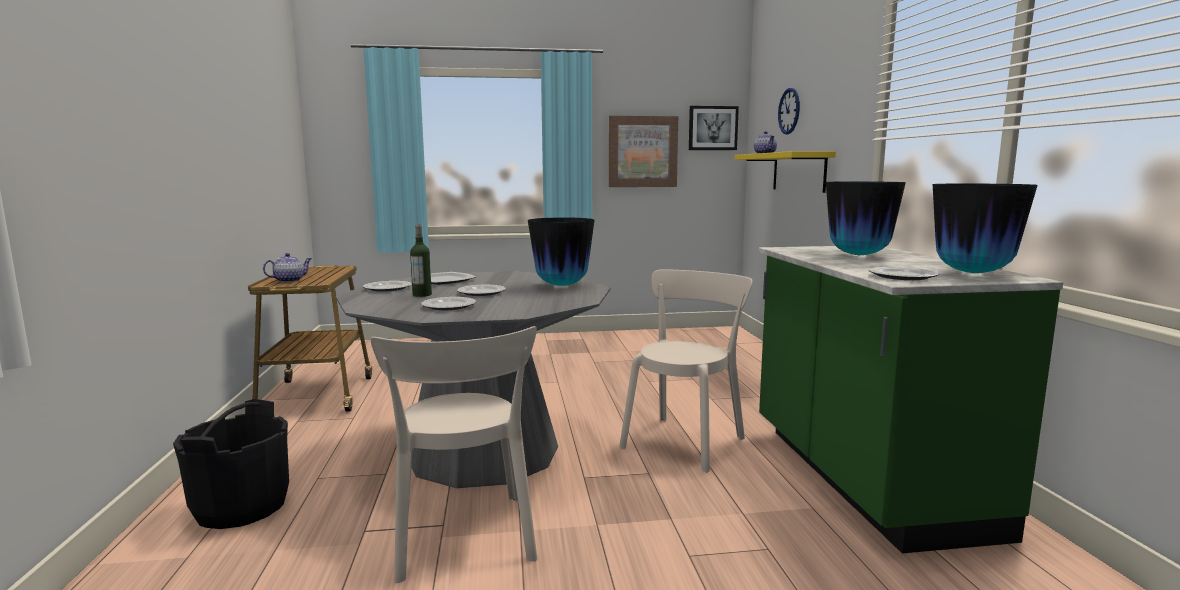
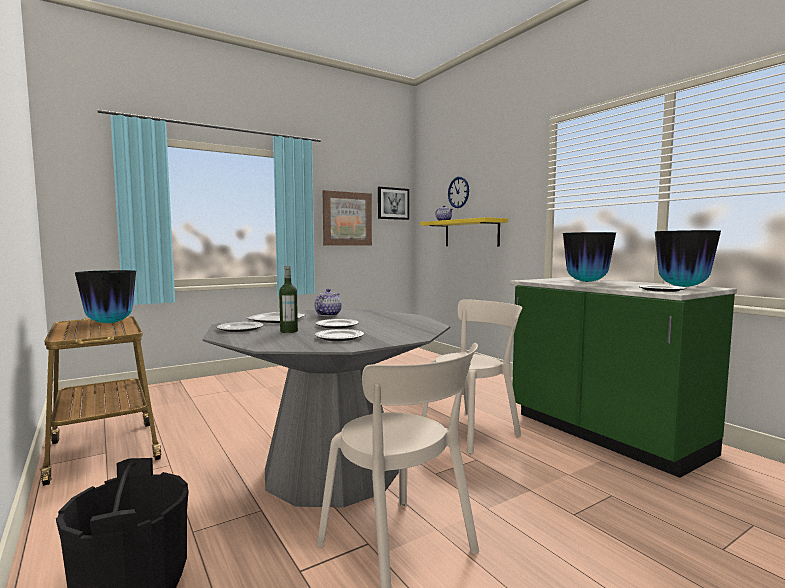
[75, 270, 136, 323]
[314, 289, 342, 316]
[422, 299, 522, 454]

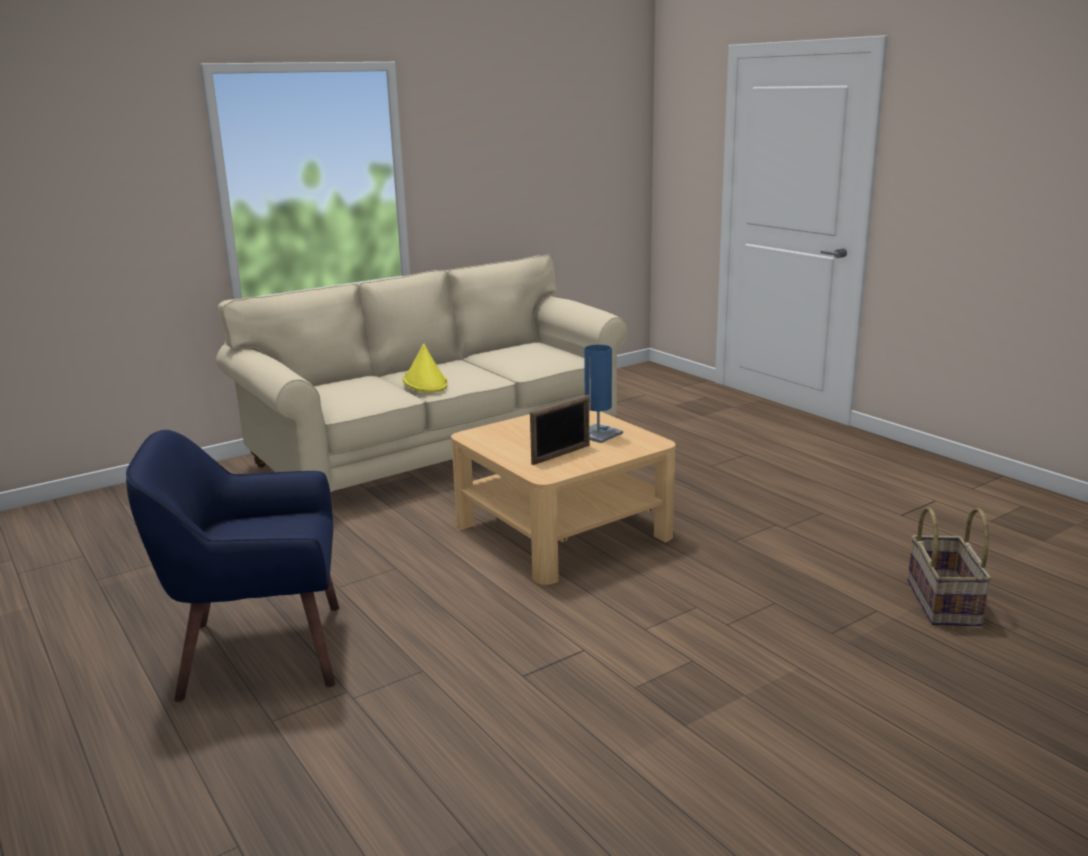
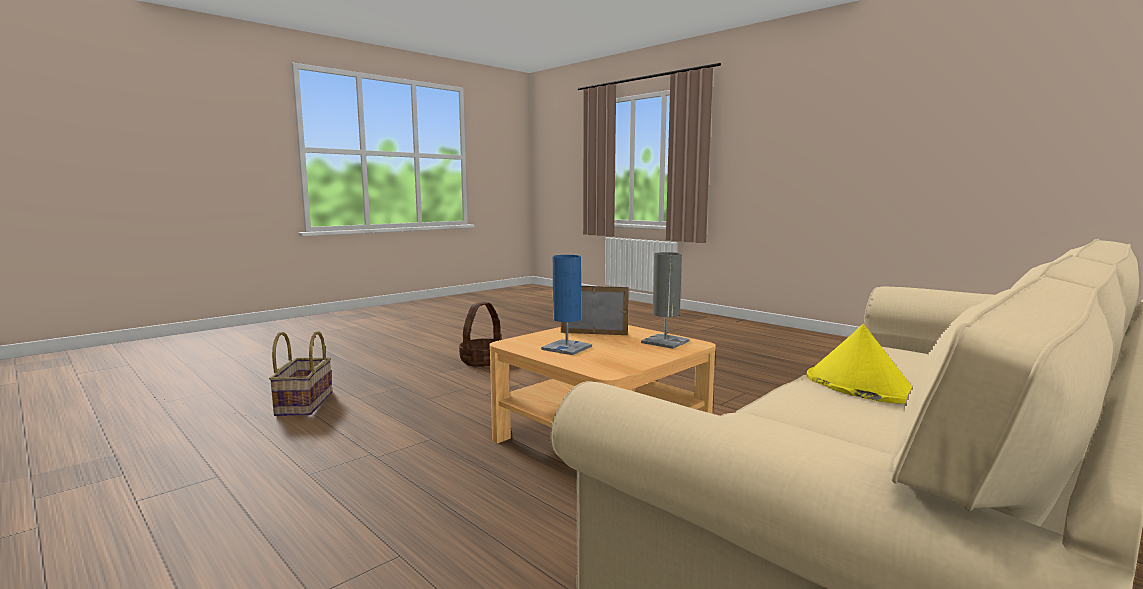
[459, 302, 501, 367]
[561, 286, 629, 335]
[641, 252, 690, 349]
[126, 430, 339, 702] (first image)

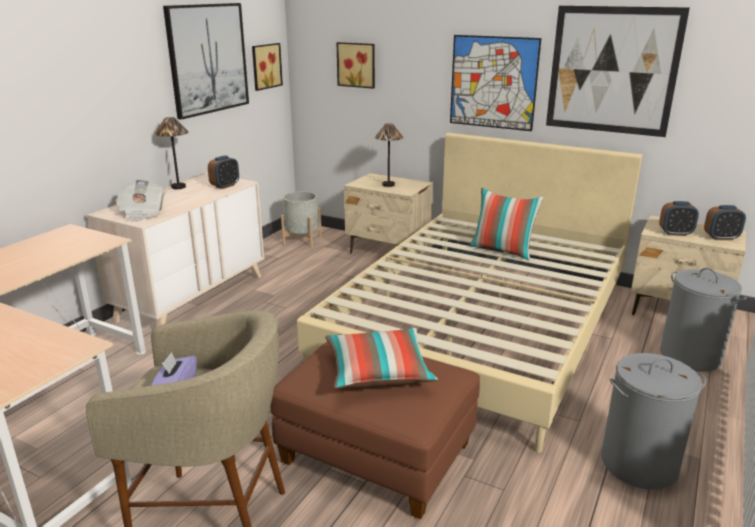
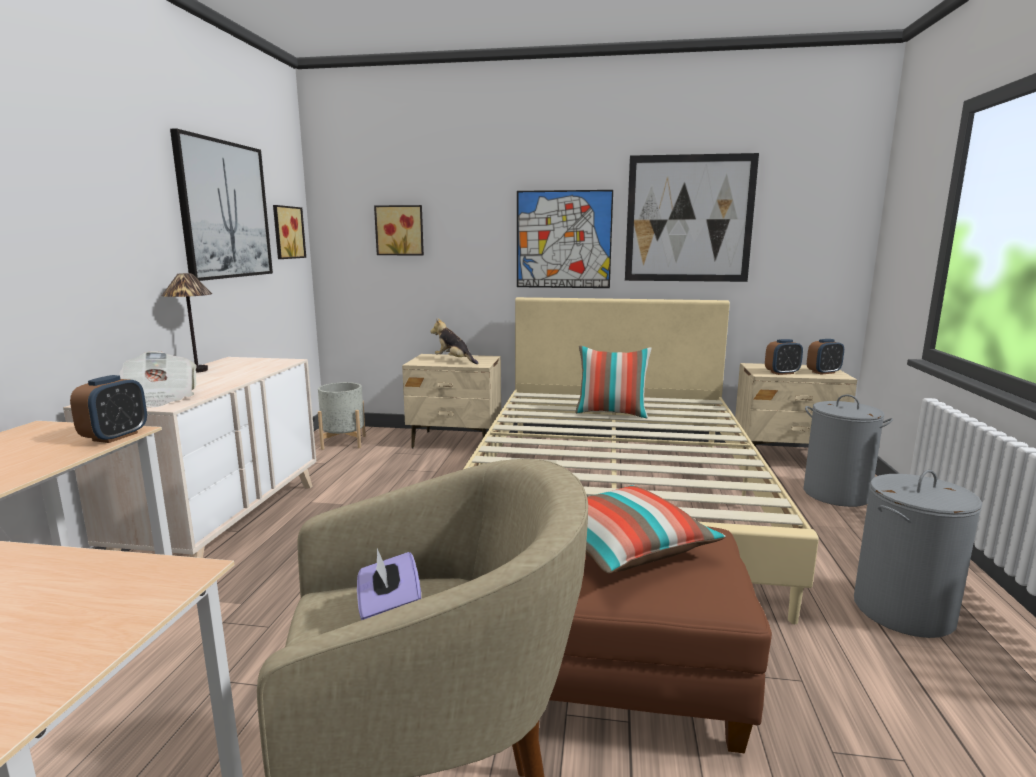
[70, 375, 147, 443]
[431, 319, 479, 364]

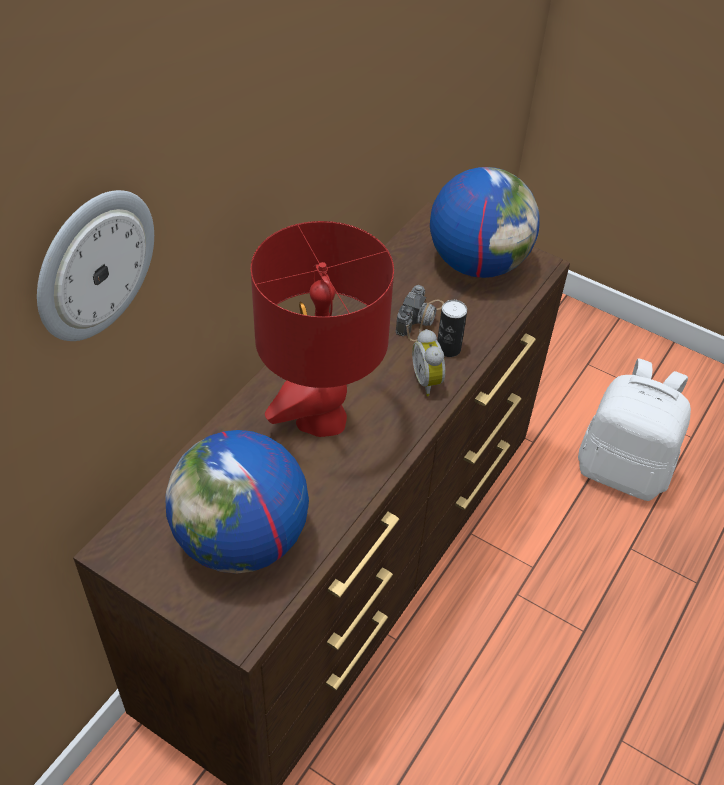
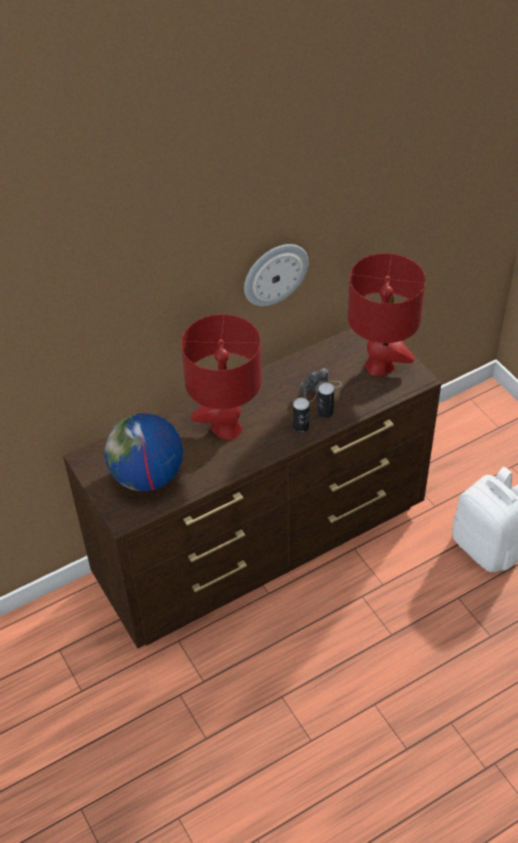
[244, 244, 308, 306]
[293, 397, 309, 433]
[348, 253, 426, 376]

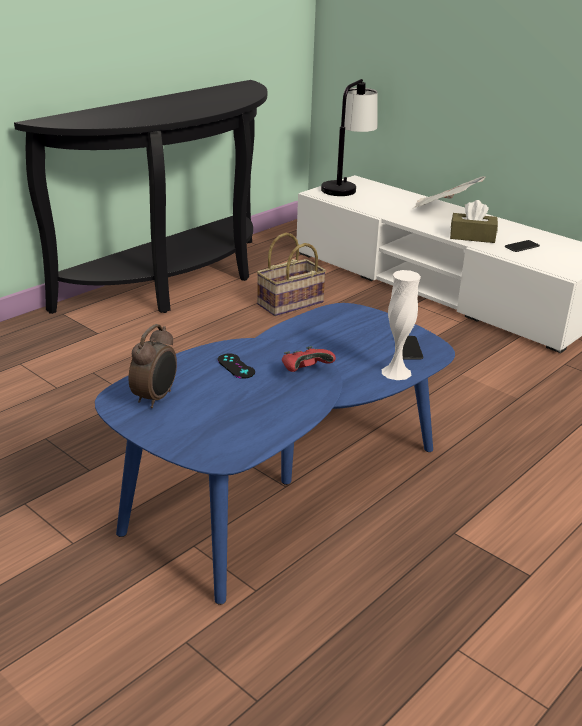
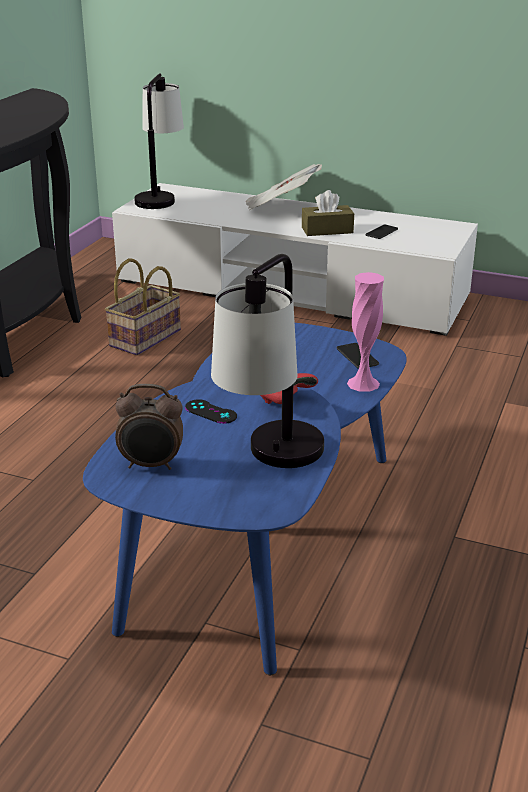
[115, 384, 183, 470]
[211, 254, 324, 468]
[347, 272, 384, 392]

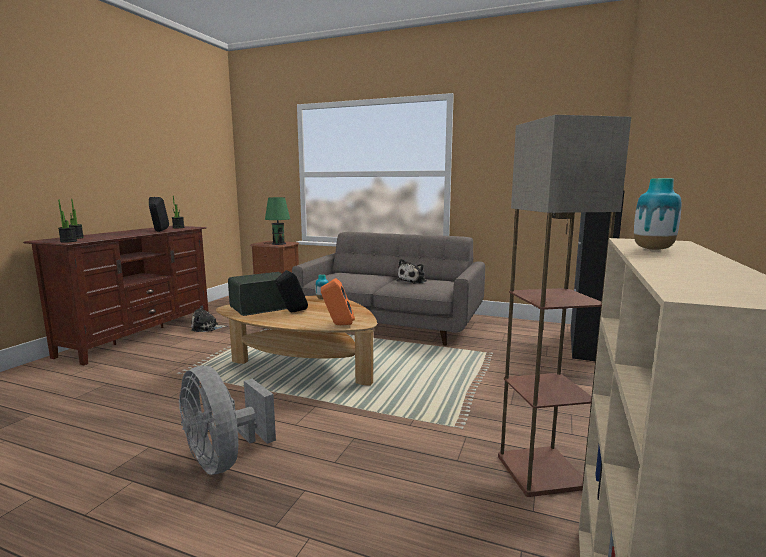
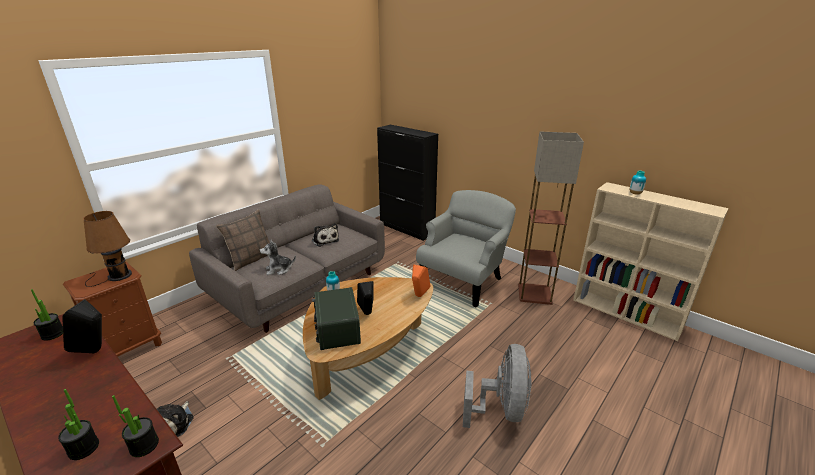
[83, 211, 132, 287]
[216, 210, 270, 271]
[260, 240, 296, 275]
[416, 190, 516, 308]
[463, 344, 532, 428]

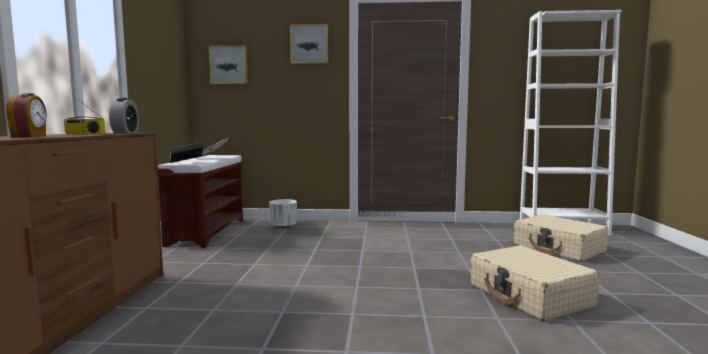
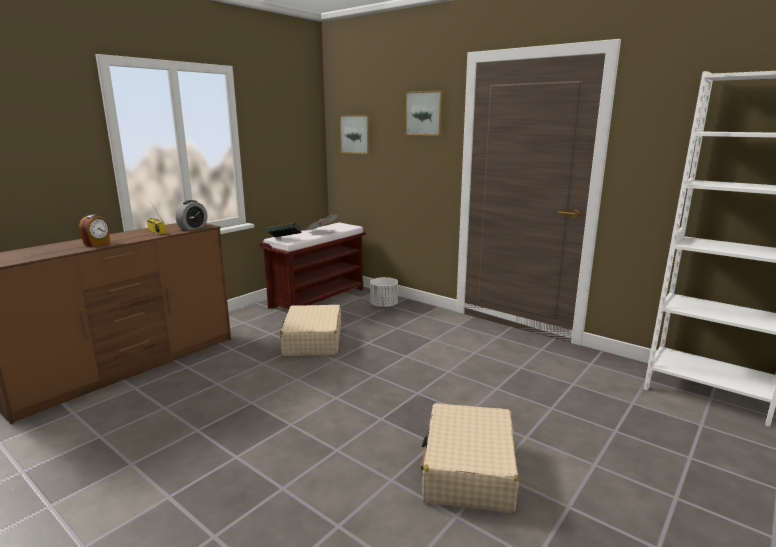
[280, 305, 341, 356]

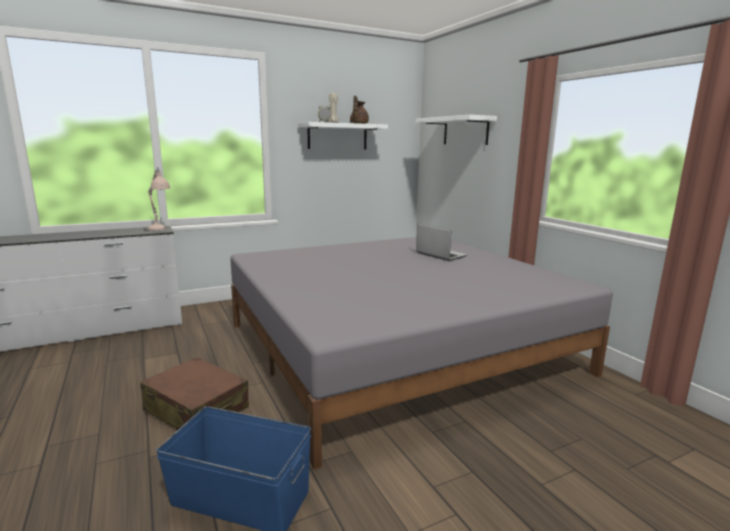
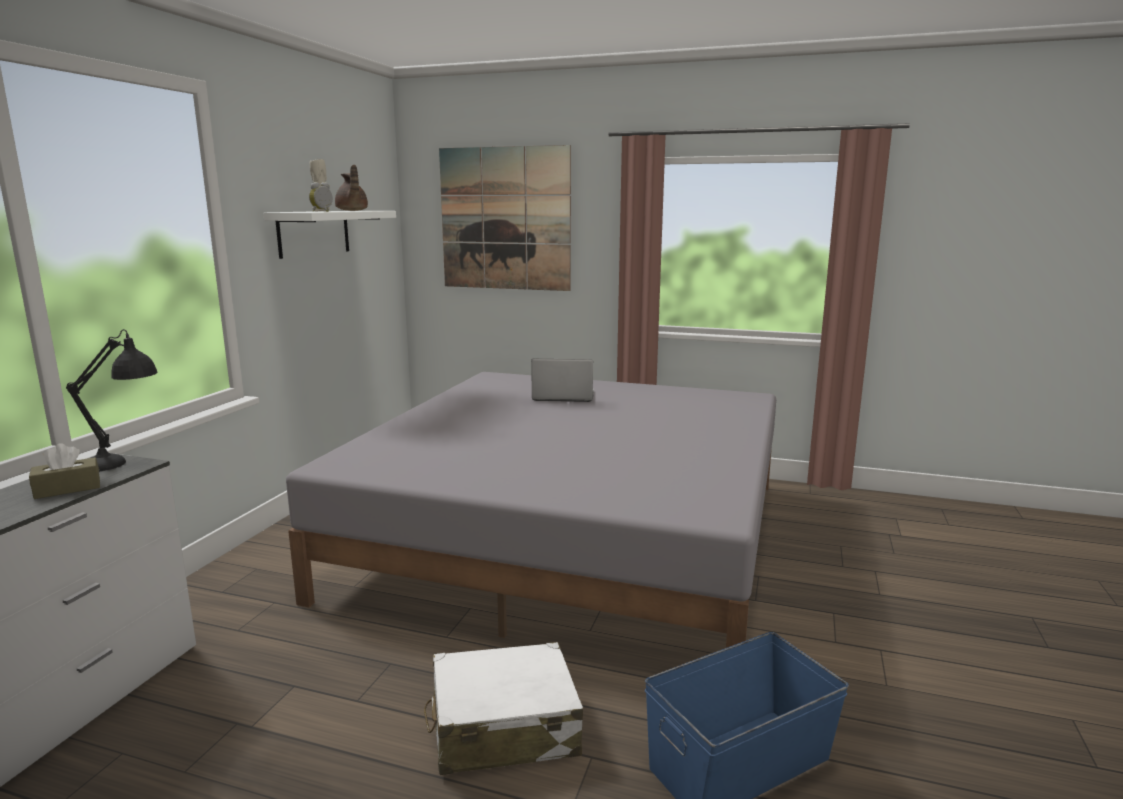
[29, 443, 100, 499]
[66, 329, 157, 472]
[424, 642, 583, 775]
[439, 145, 571, 291]

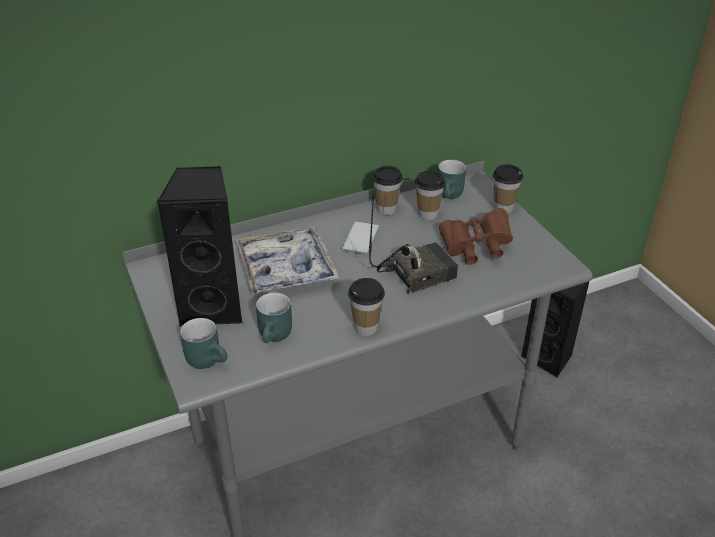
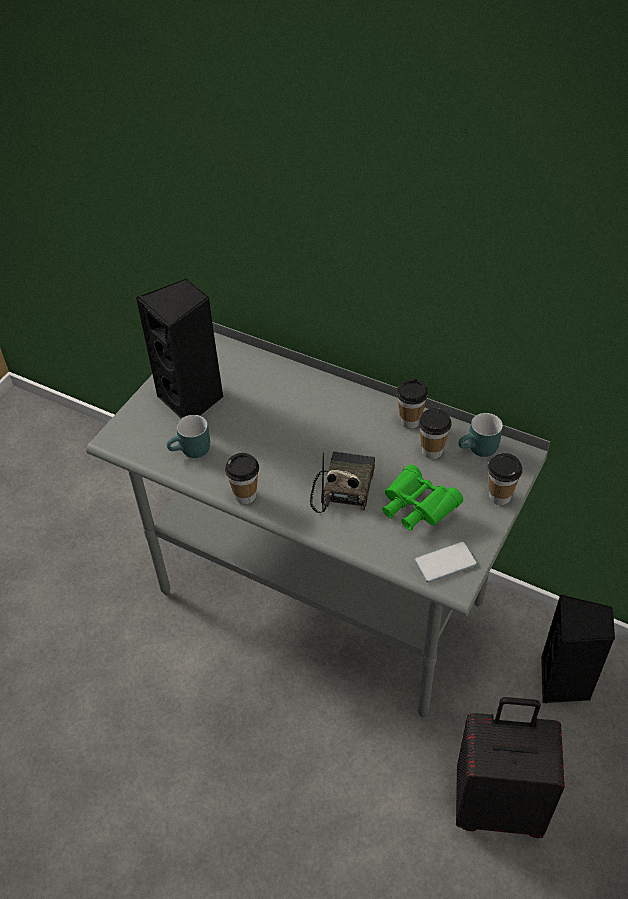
[310, 451, 375, 513]
[382, 464, 463, 531]
[414, 541, 477, 583]
[456, 697, 565, 838]
[180, 318, 227, 369] (first image)
[236, 227, 339, 295] (first image)

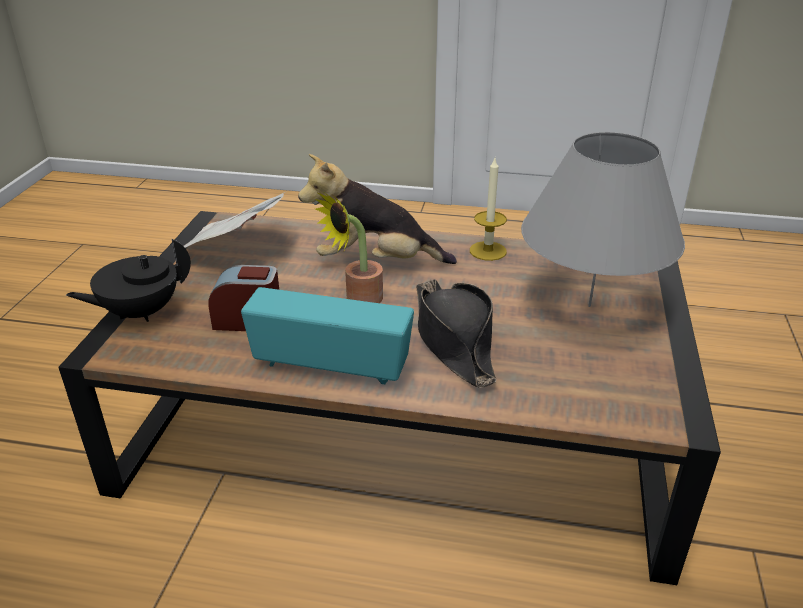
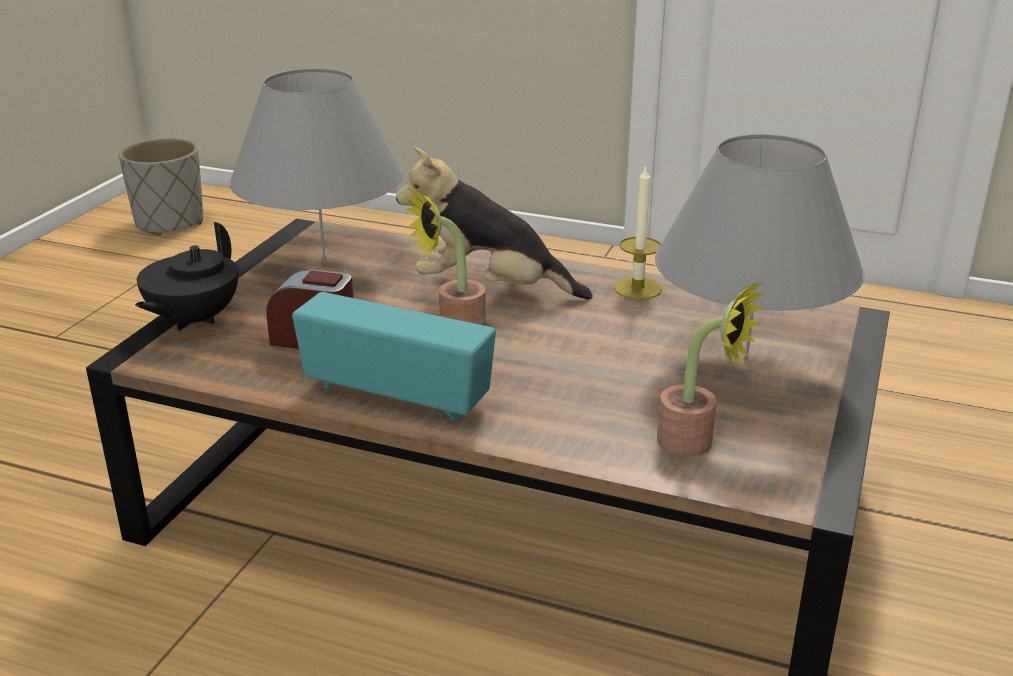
[118, 138, 203, 236]
[135, 222, 239, 331]
[229, 68, 403, 263]
[657, 281, 766, 457]
[416, 279, 496, 388] (first image)

